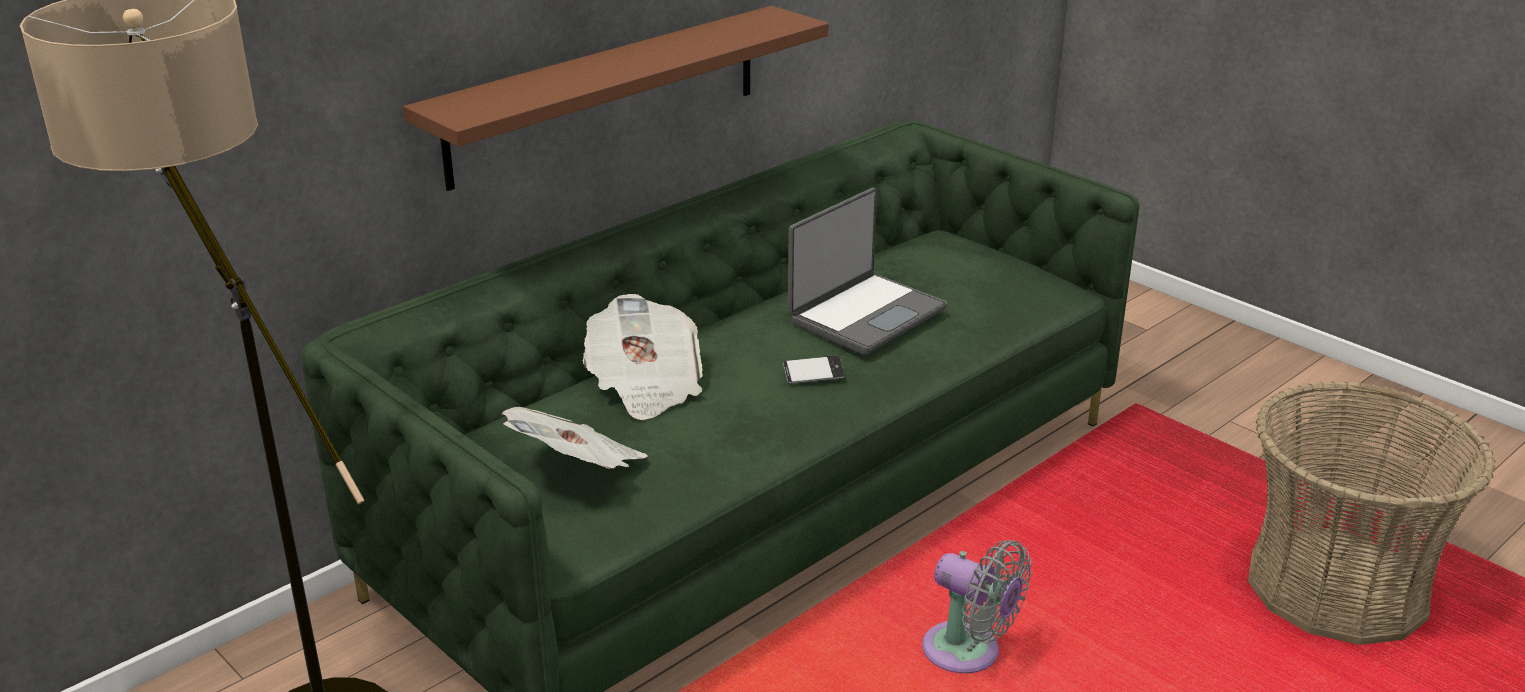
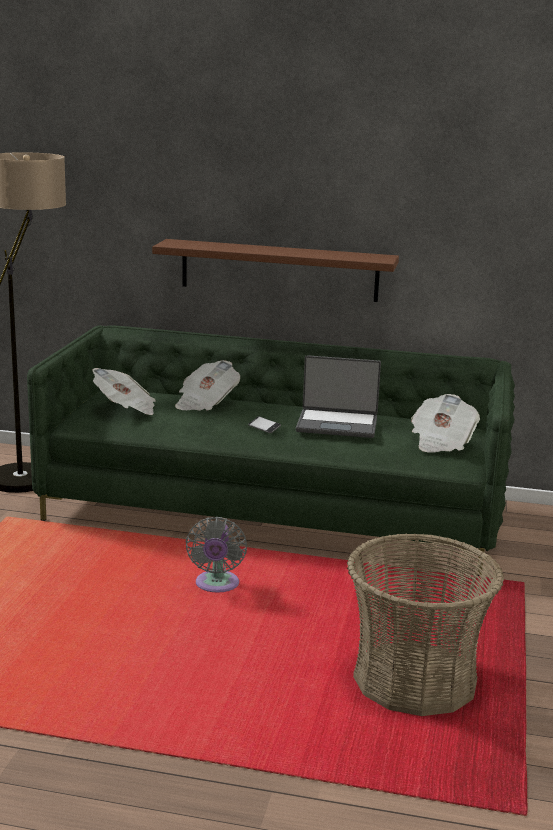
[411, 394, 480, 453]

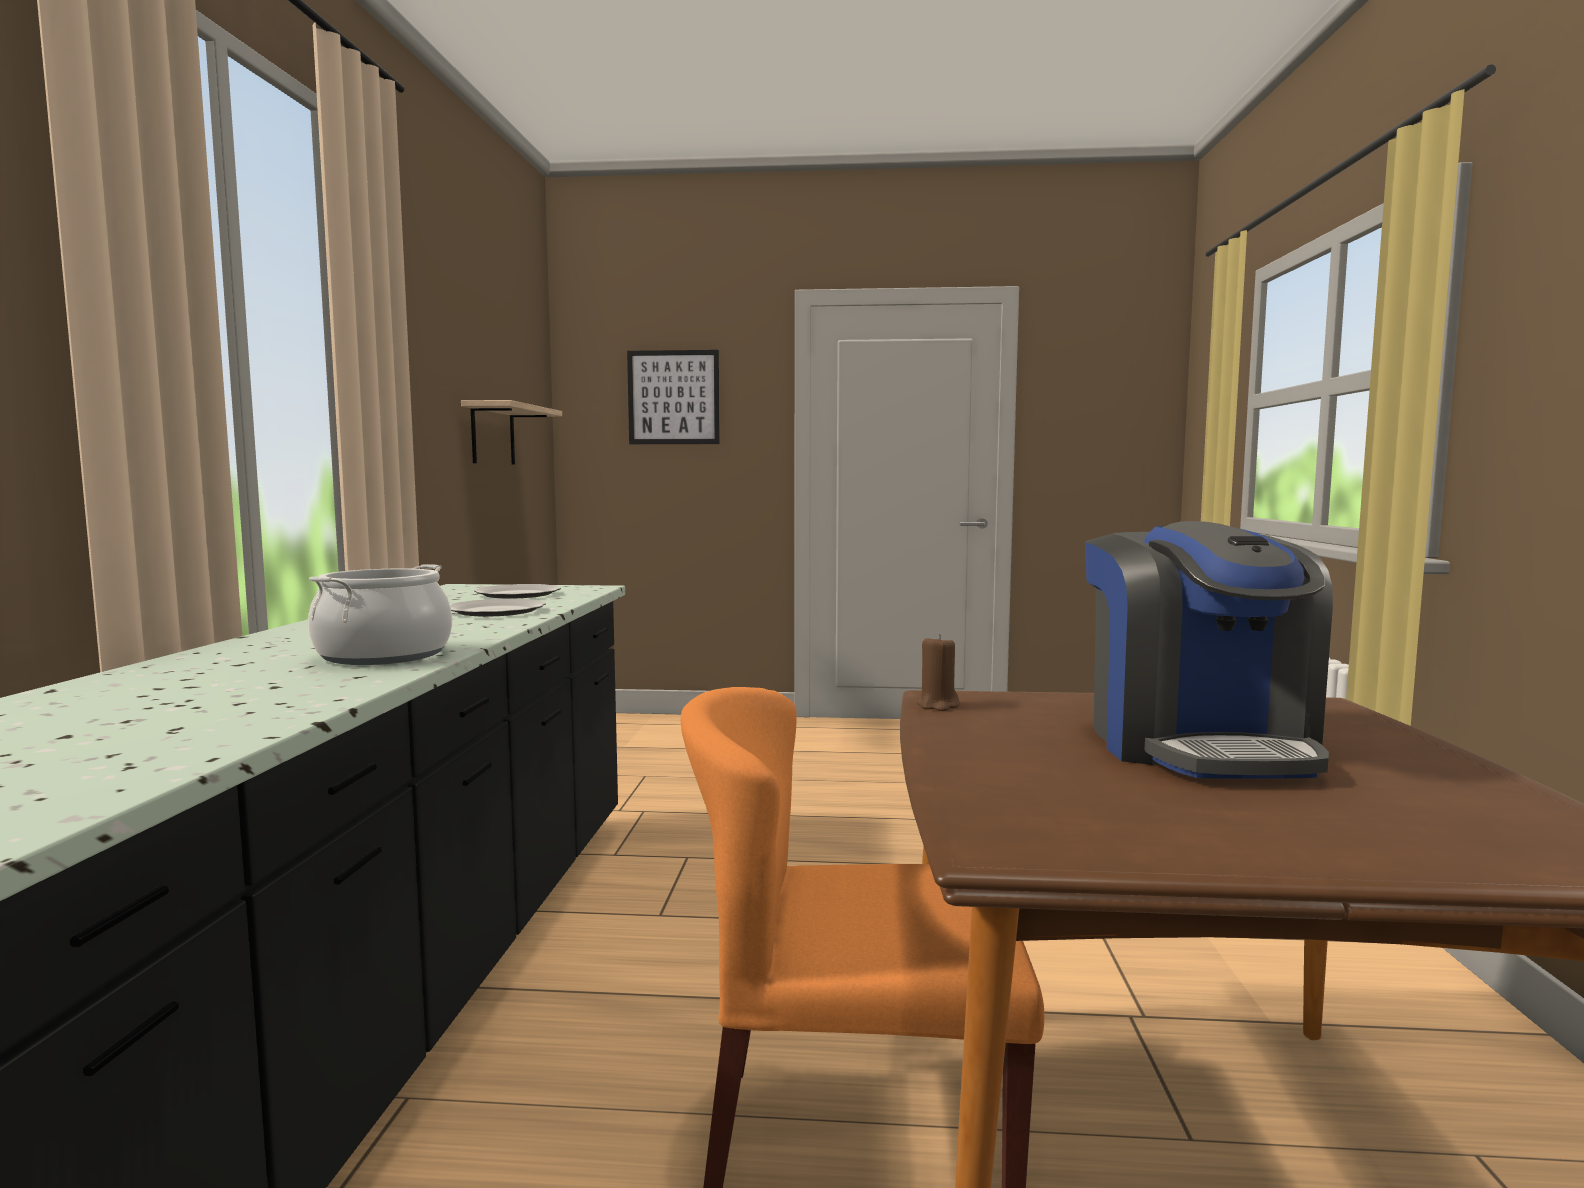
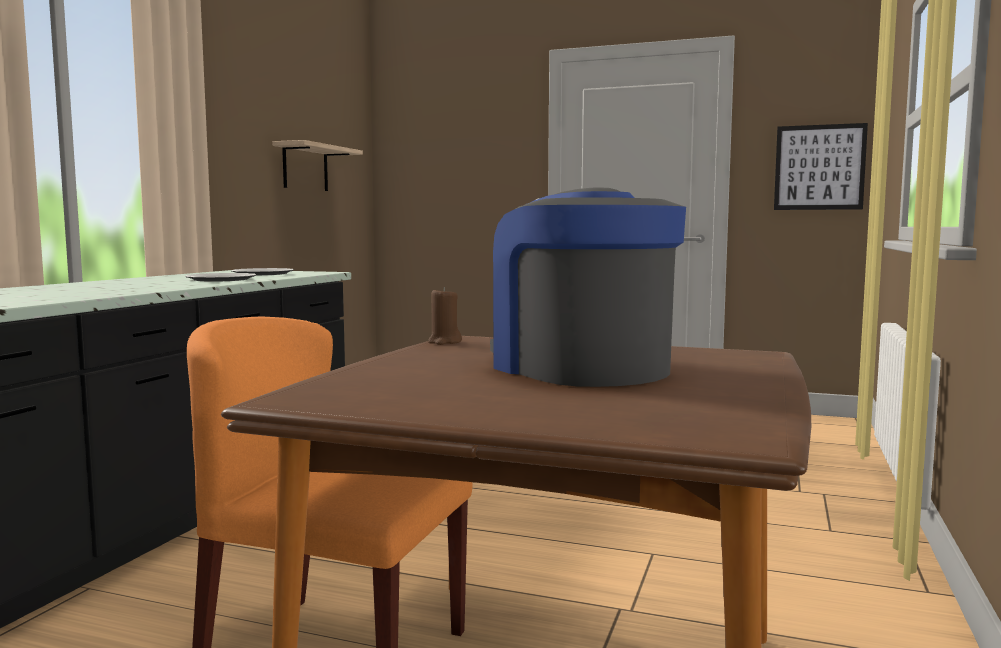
[490, 187, 686, 387]
[774, 123, 868, 210]
[308, 564, 452, 665] (first image)

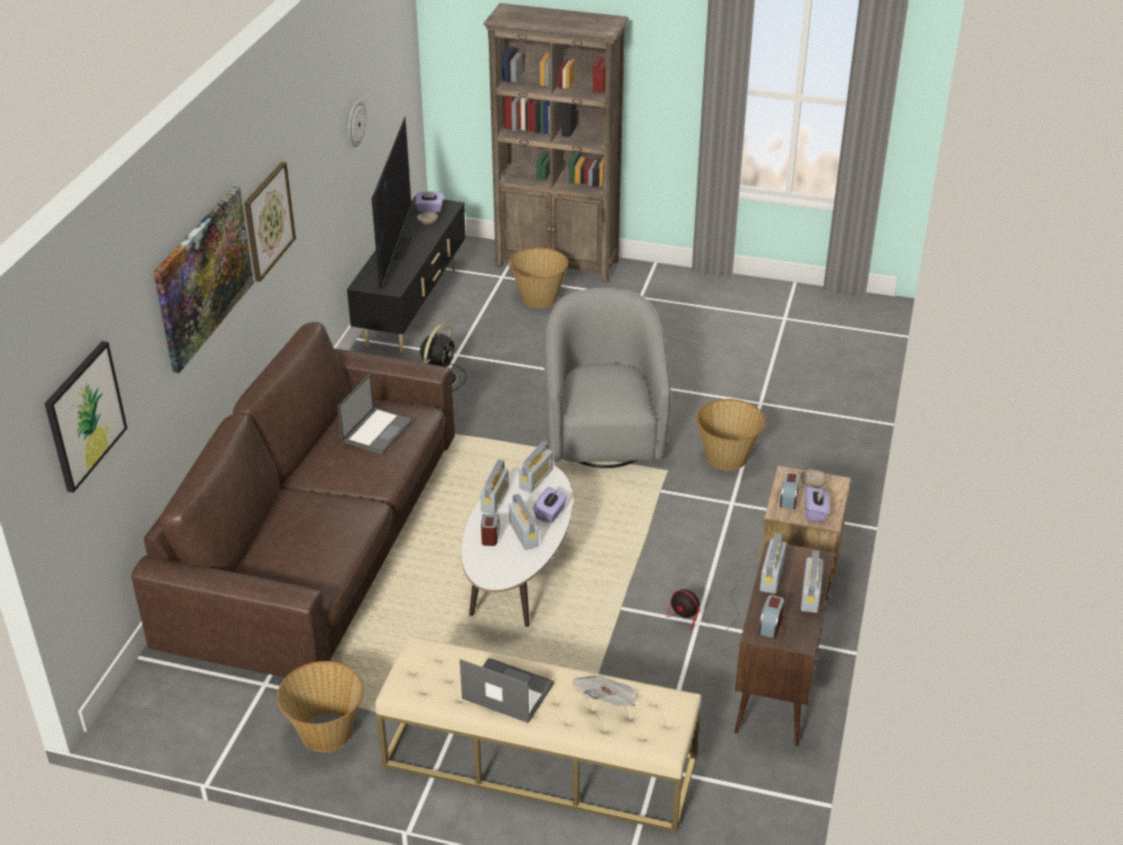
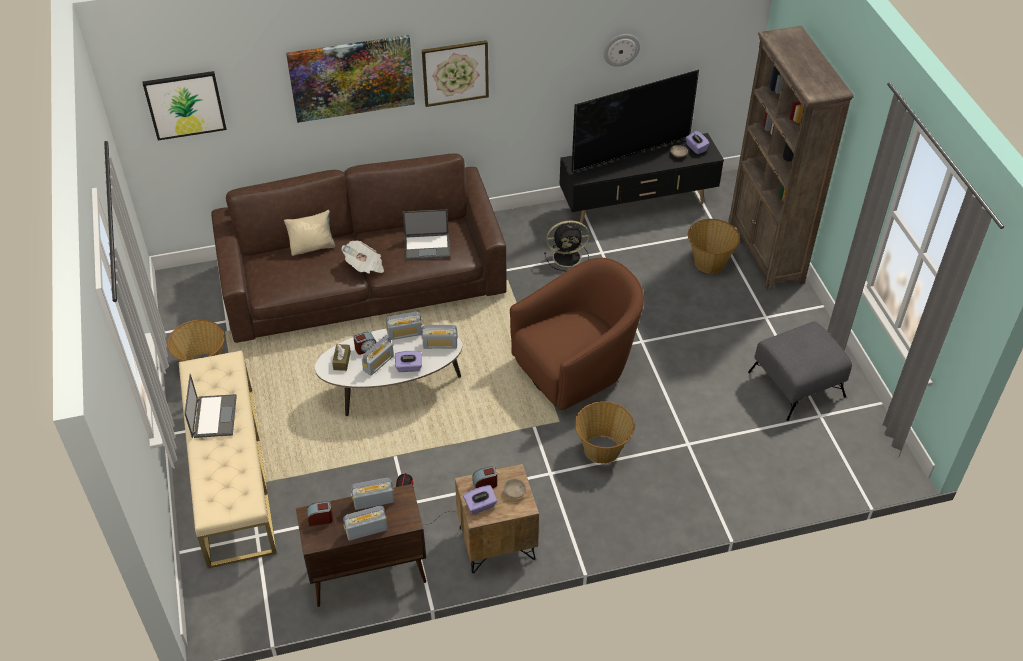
[284, 210, 336, 256]
[332, 344, 351, 371]
[342, 241, 384, 274]
[510, 258, 644, 410]
[748, 321, 852, 421]

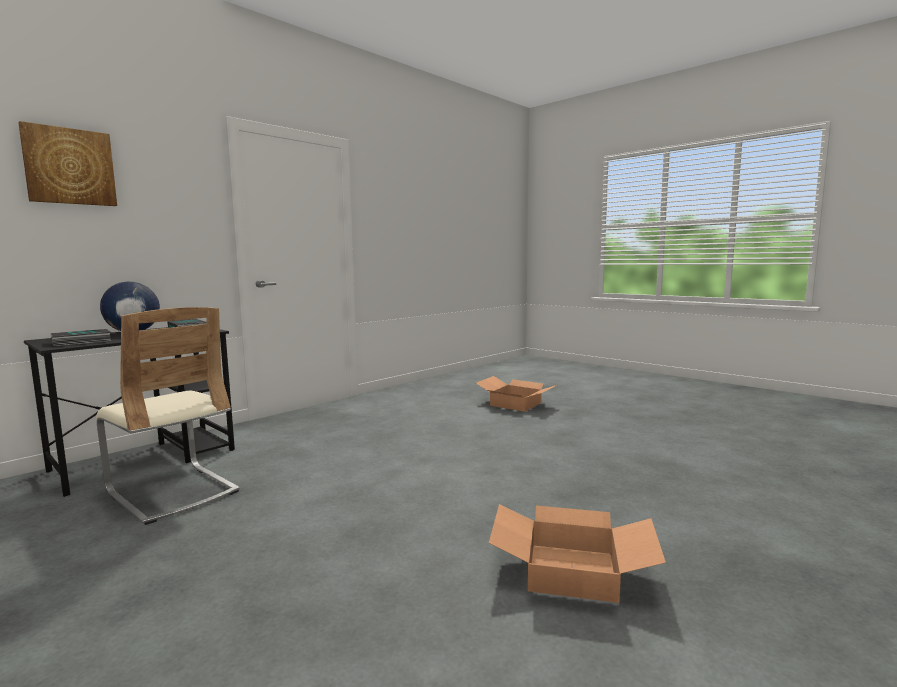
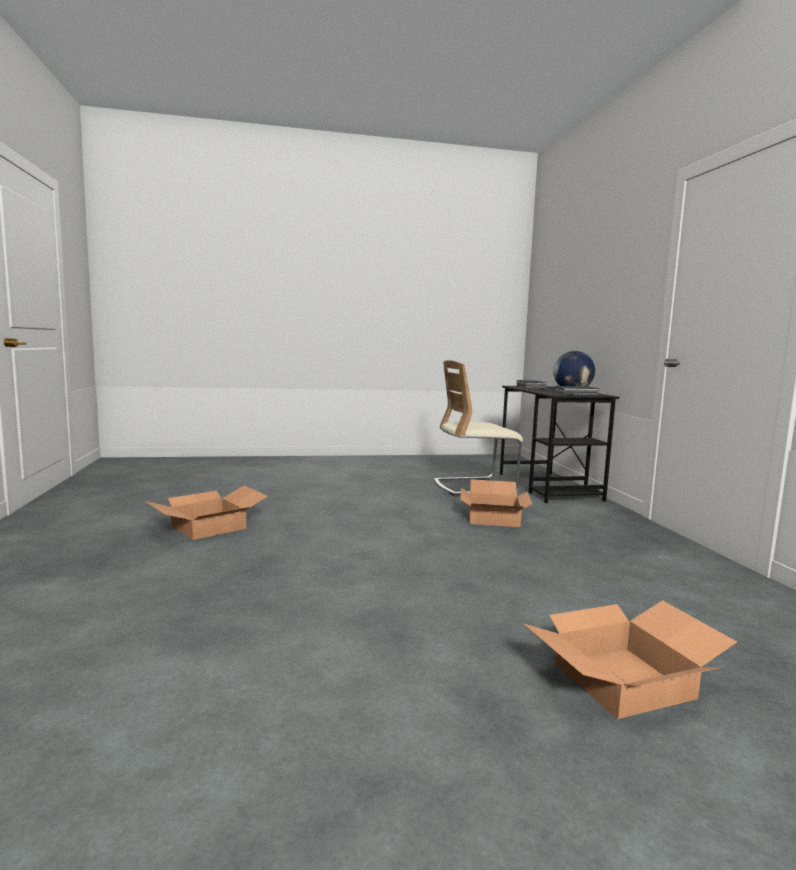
[460, 479, 532, 527]
[18, 121, 117, 206] (first image)

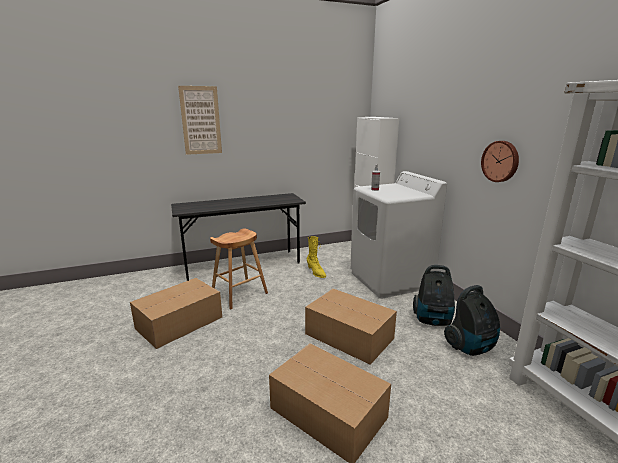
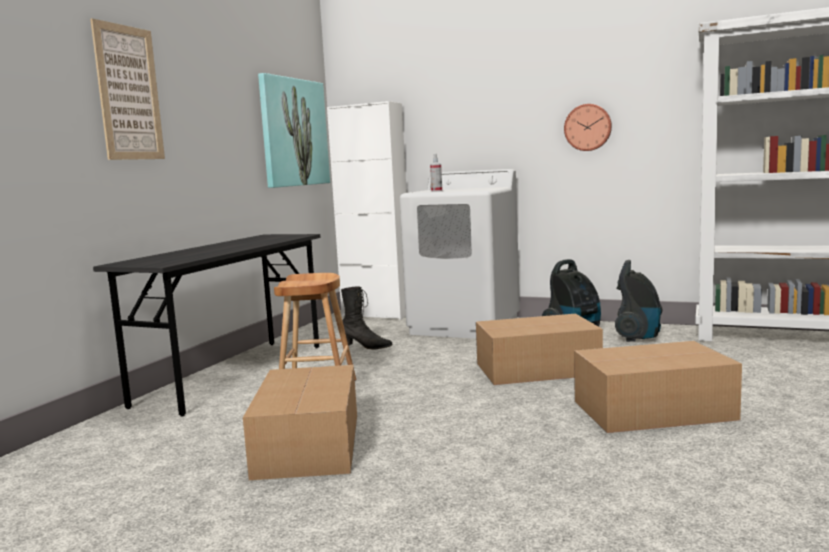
[258, 73, 330, 188]
[341, 286, 393, 350]

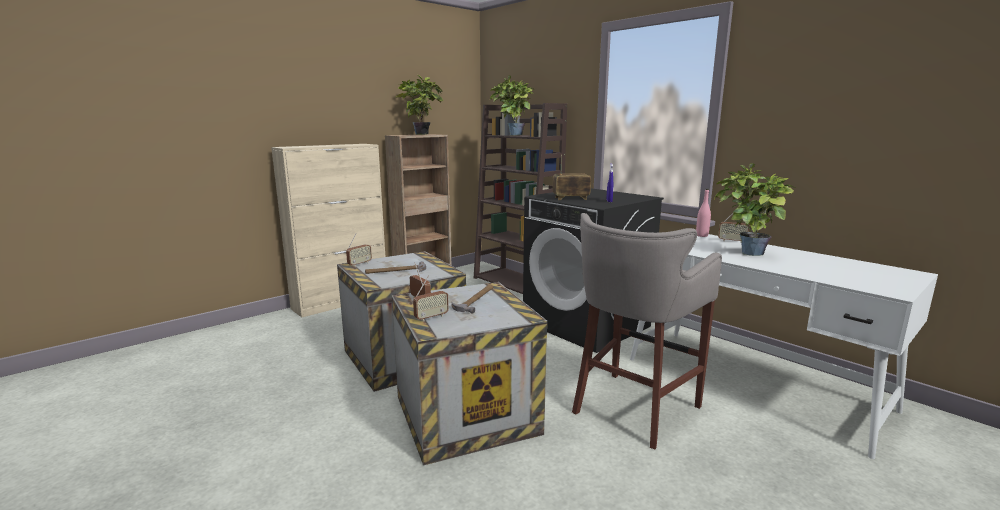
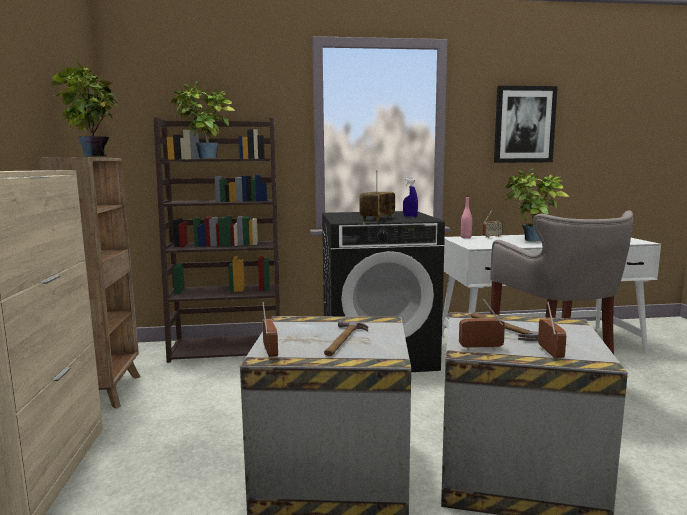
[494, 86, 558, 163]

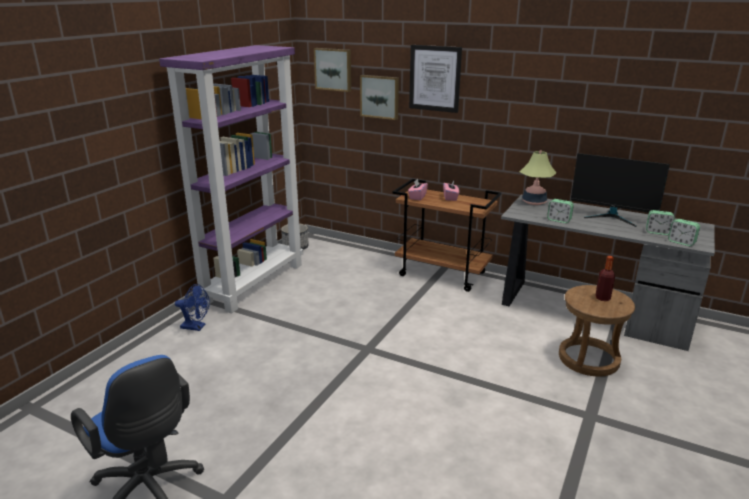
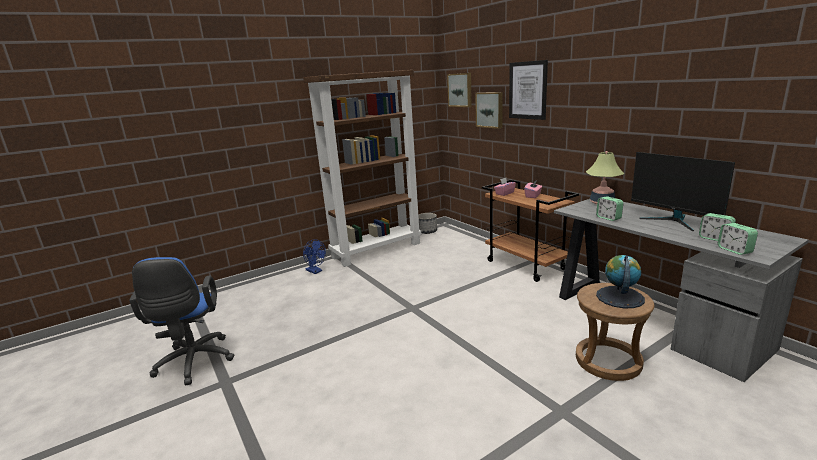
[303, 70, 422, 267]
[596, 255, 645, 308]

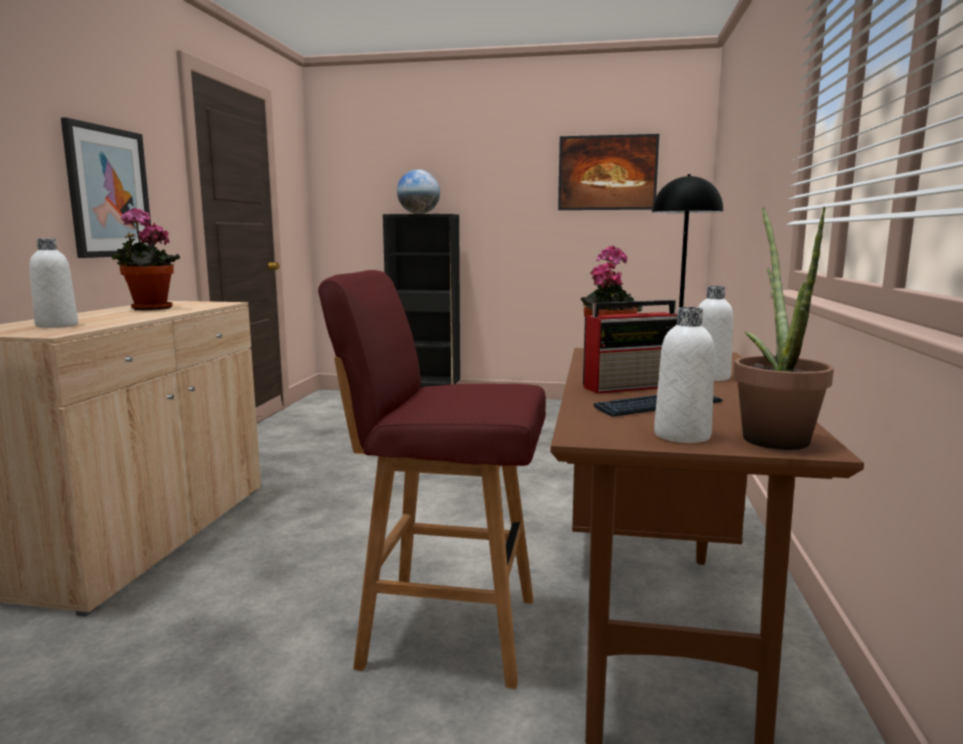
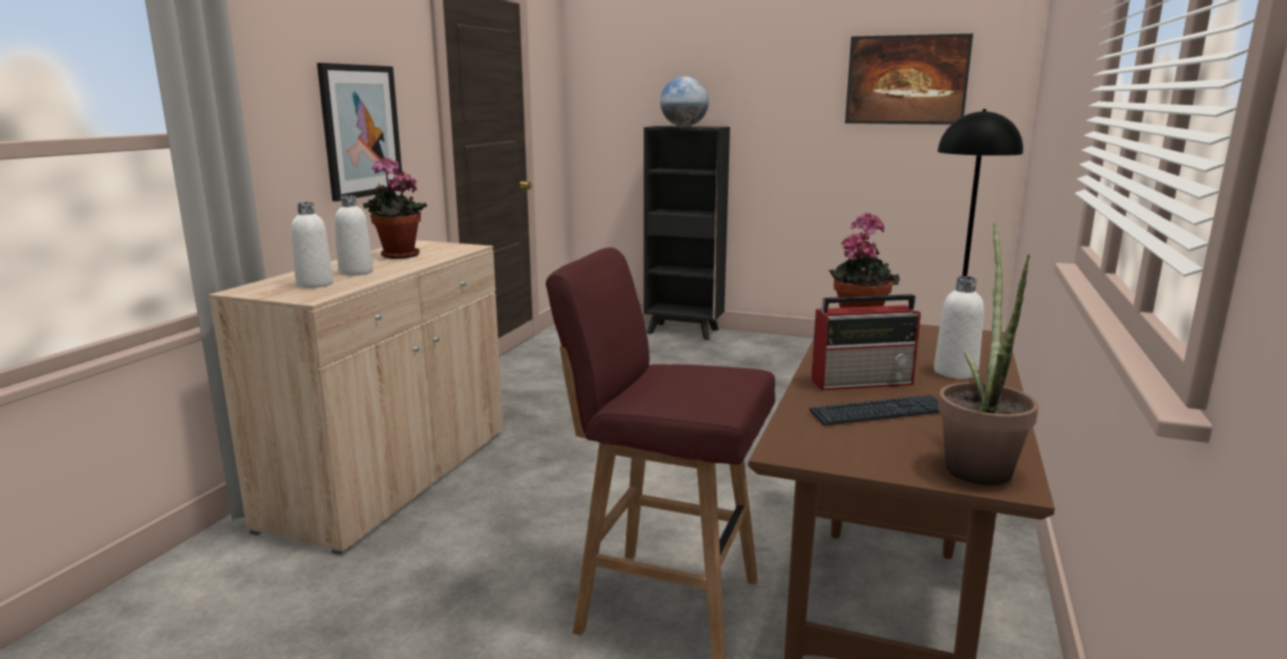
[335, 195, 373, 276]

